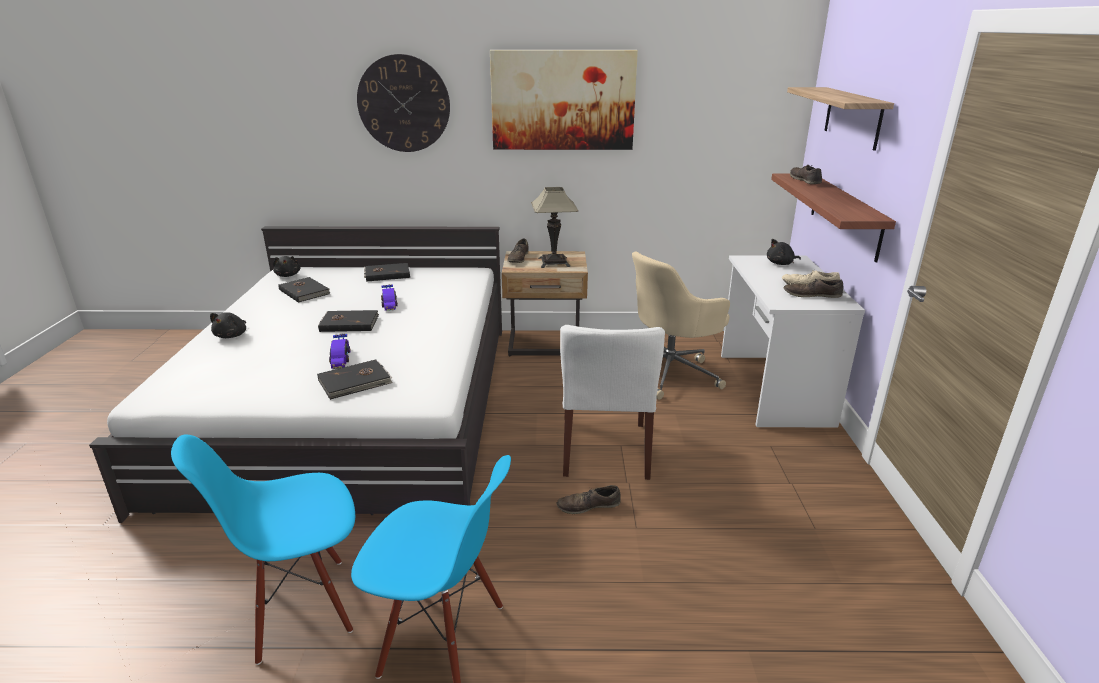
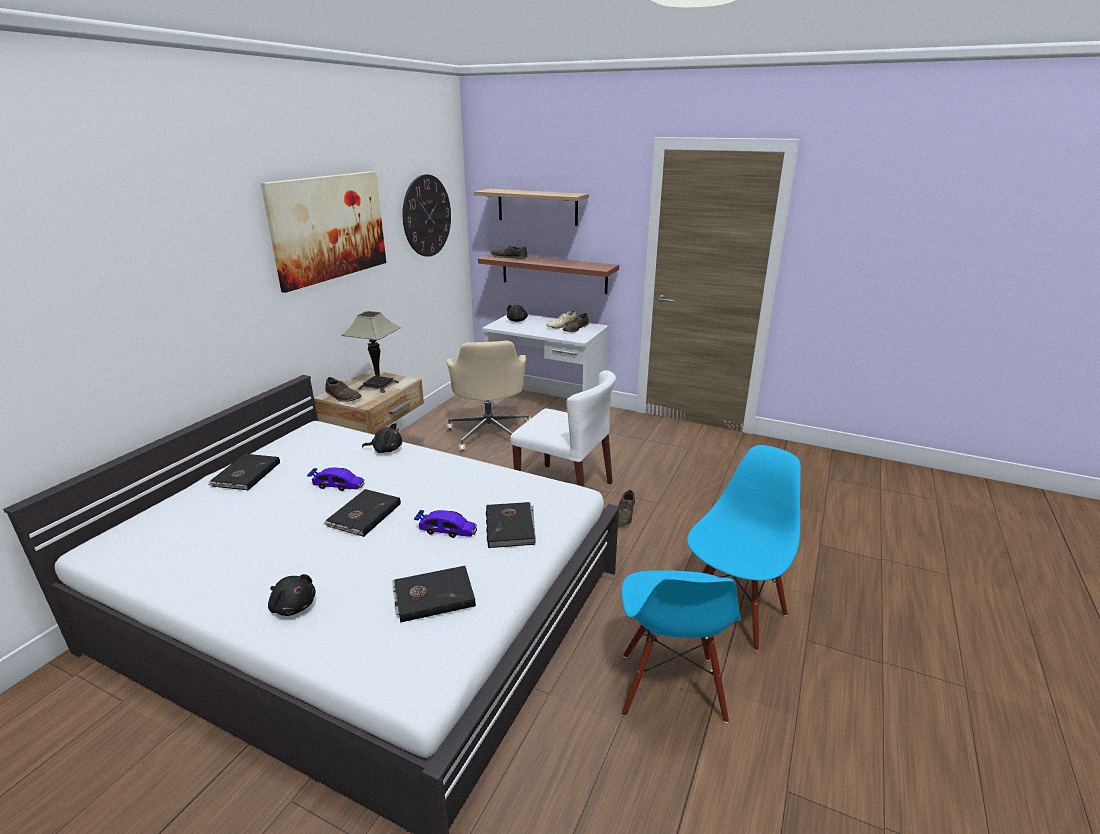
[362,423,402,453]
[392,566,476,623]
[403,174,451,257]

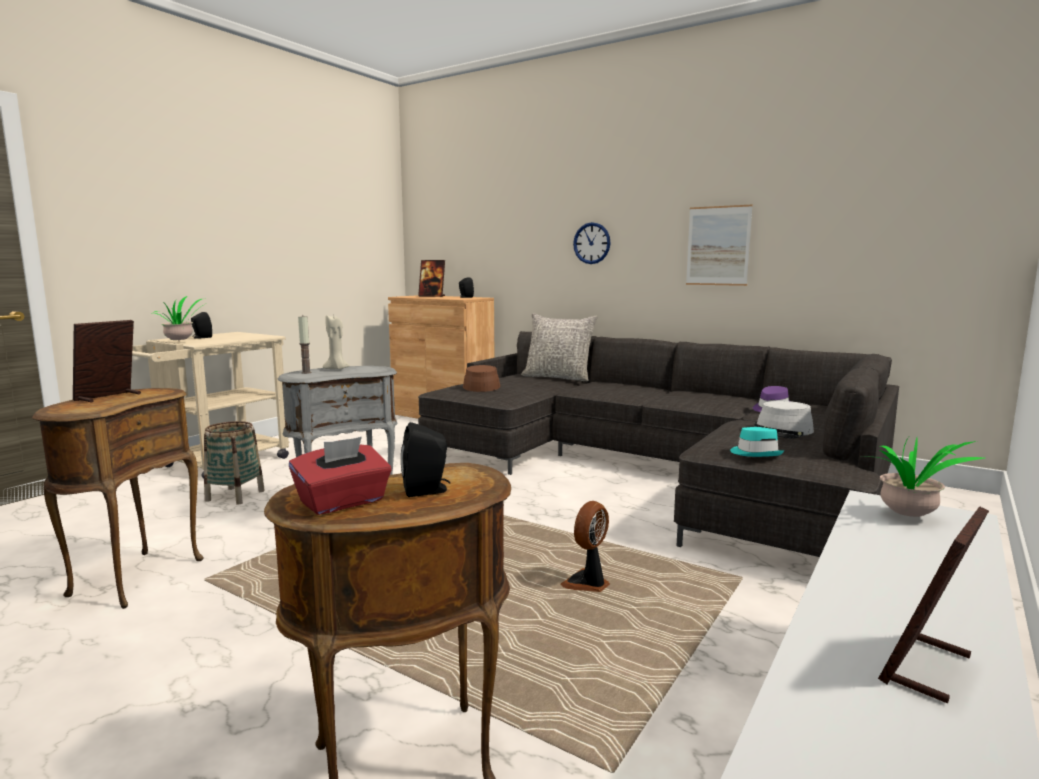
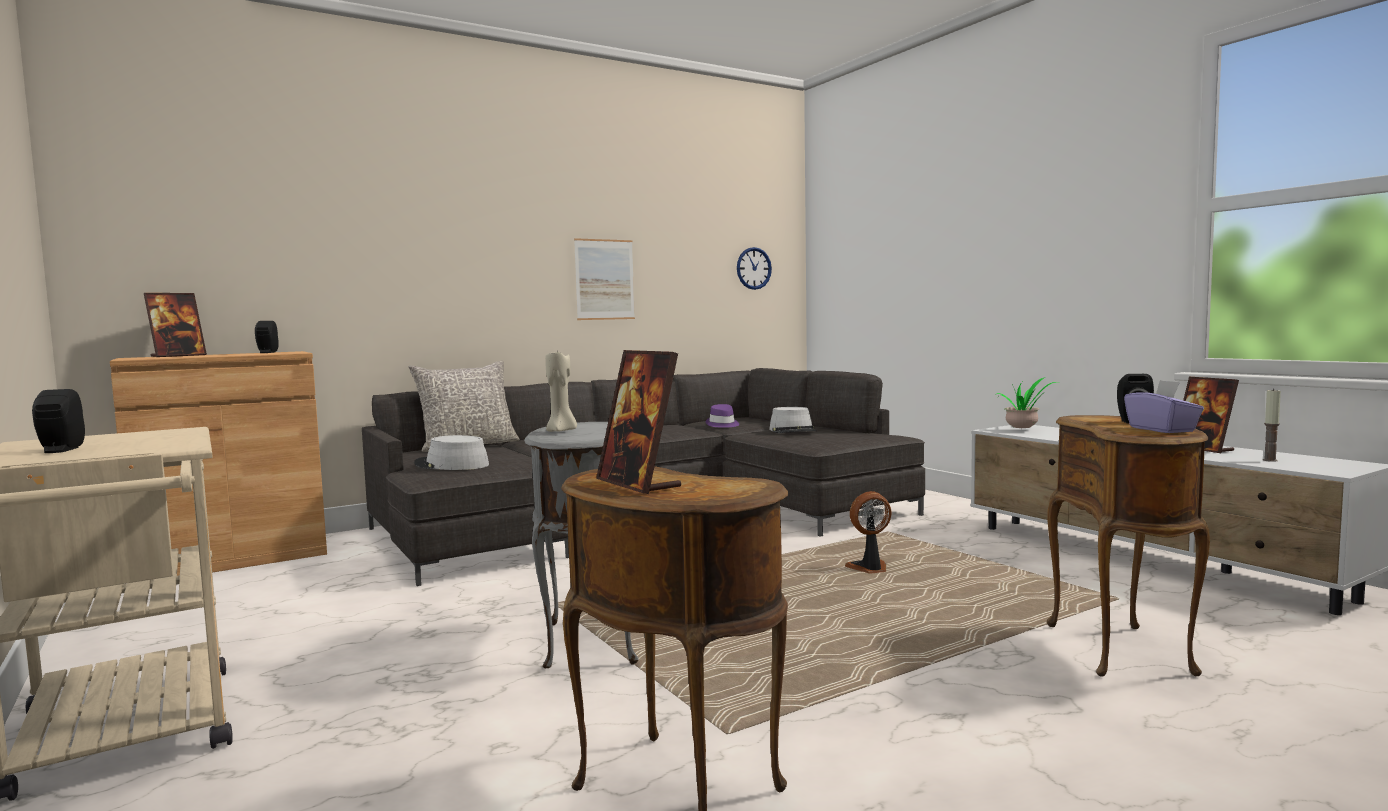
[151,296,205,340] (first image)
[204,421,265,505] (first image)
[730,427,784,457] (first image)
[1263,388,1281,462]
[737,247,772,290]
[1124,380,1204,433]
[414,435,489,470]
[845,491,891,574]

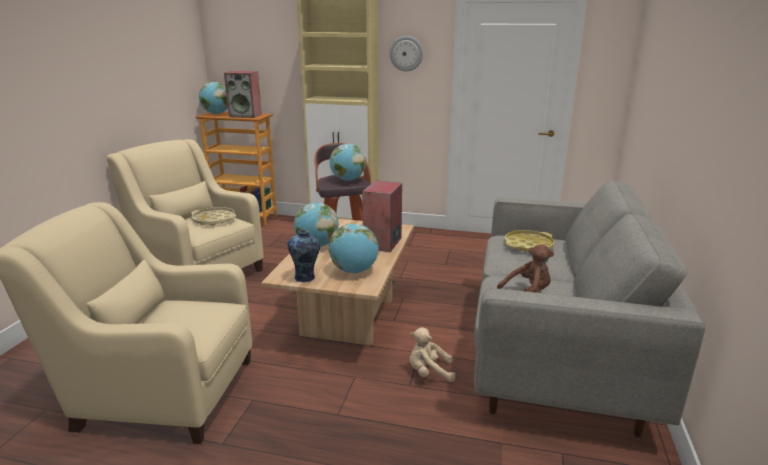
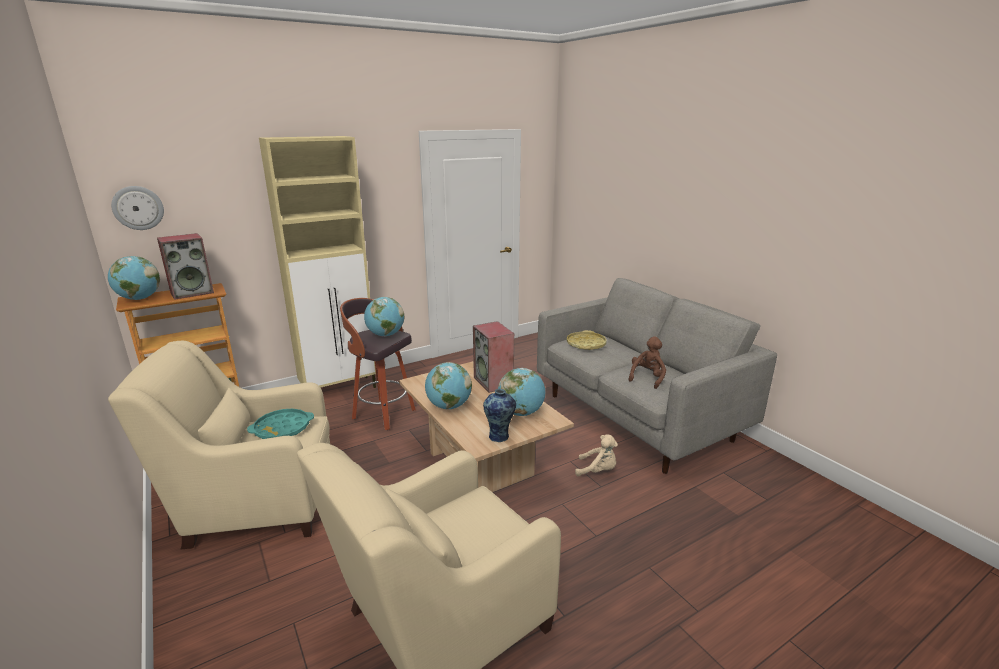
[111,186,164,230]
[247,409,314,439]
[575,434,618,476]

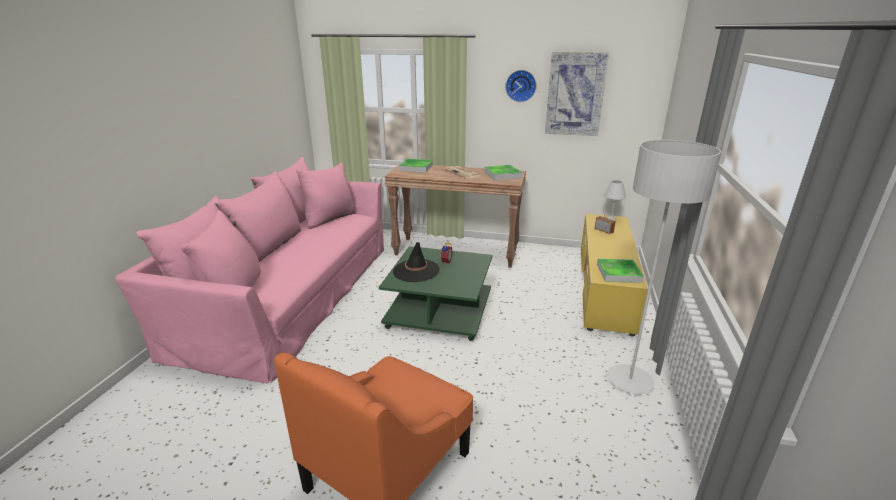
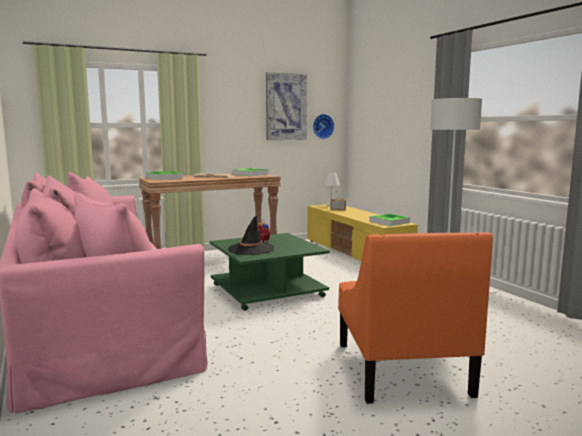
[313,114,334,139]

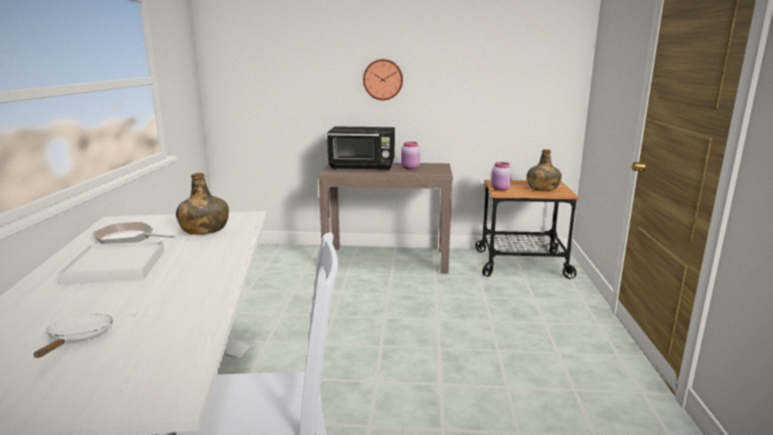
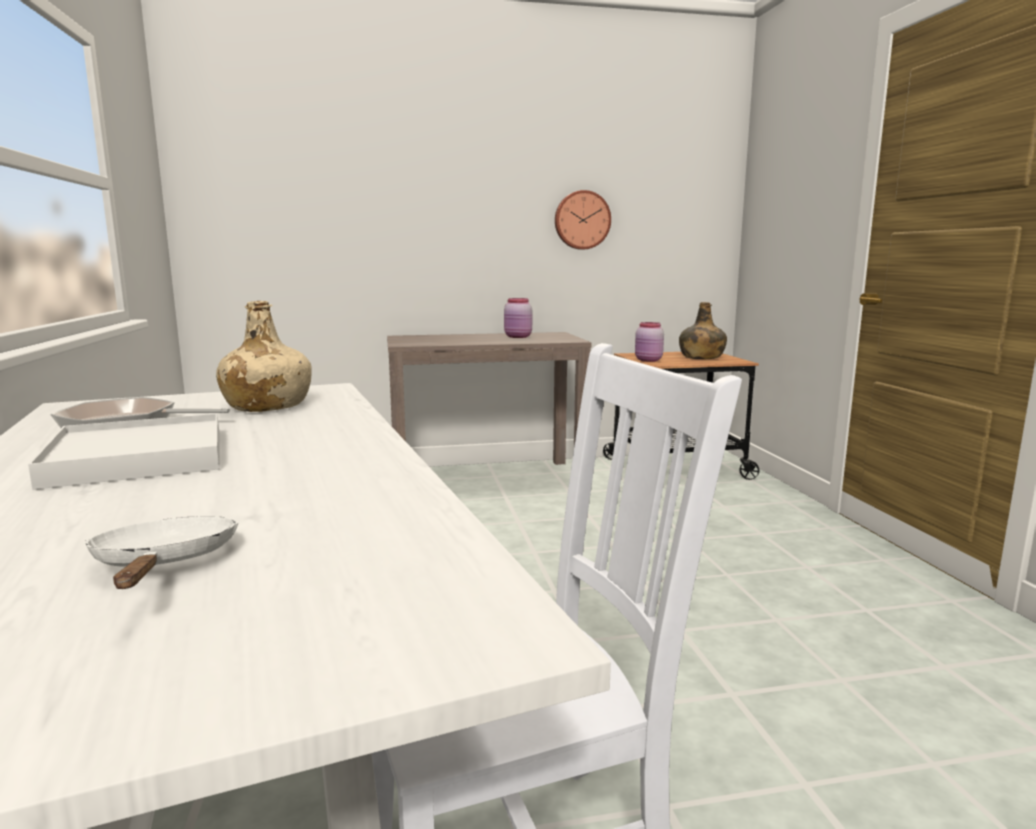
[327,127,395,171] (first image)
[555,190,611,250]
[216,301,312,412]

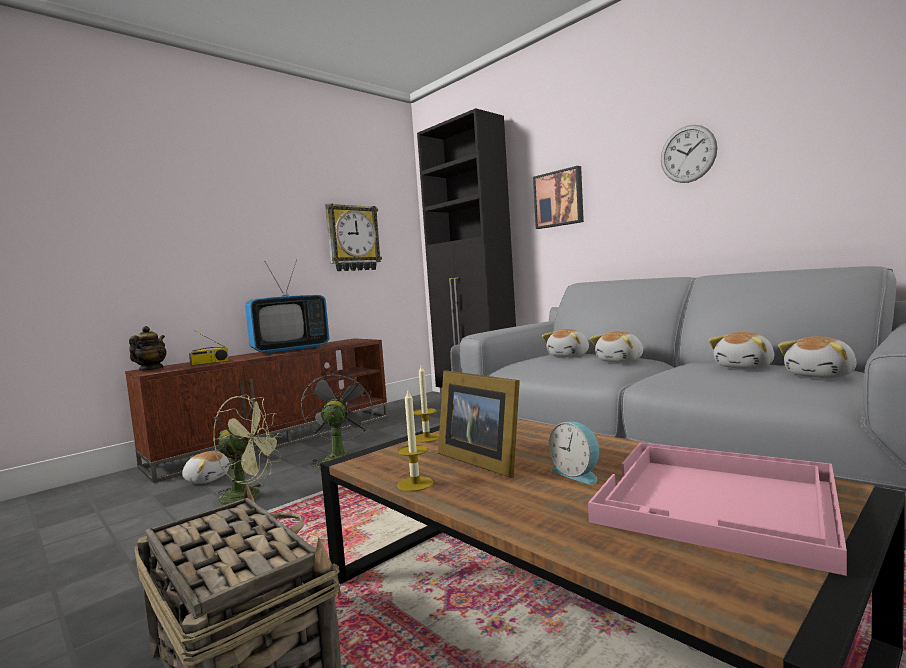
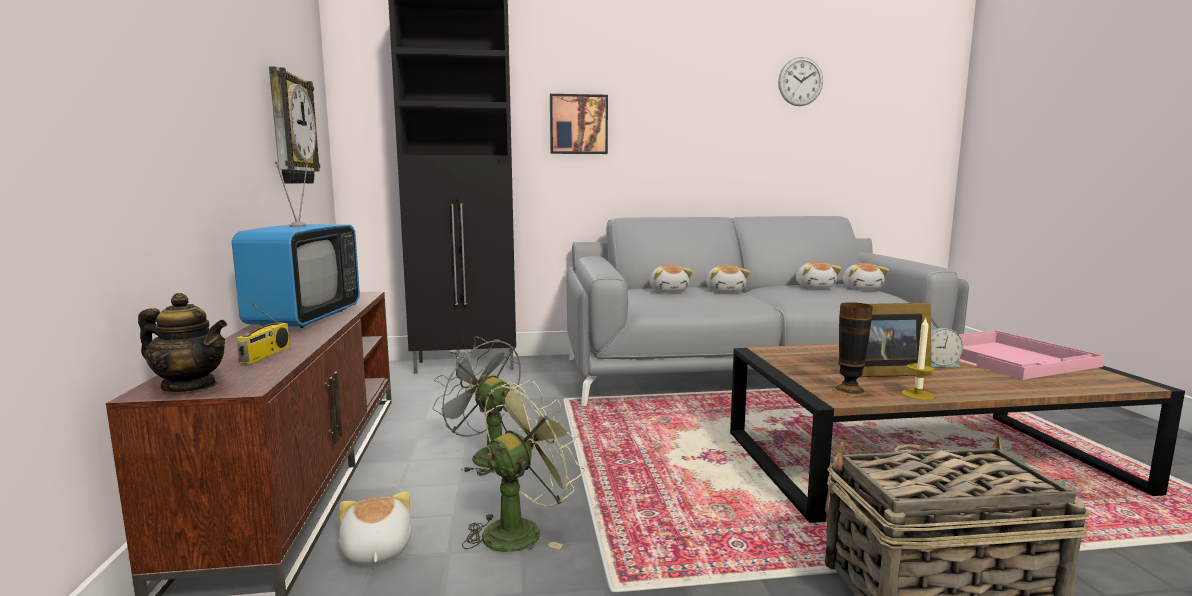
[414,365,439,442] (first image)
[832,302,873,396]
[778,57,823,106]
[138,293,227,392]
[339,492,412,564]

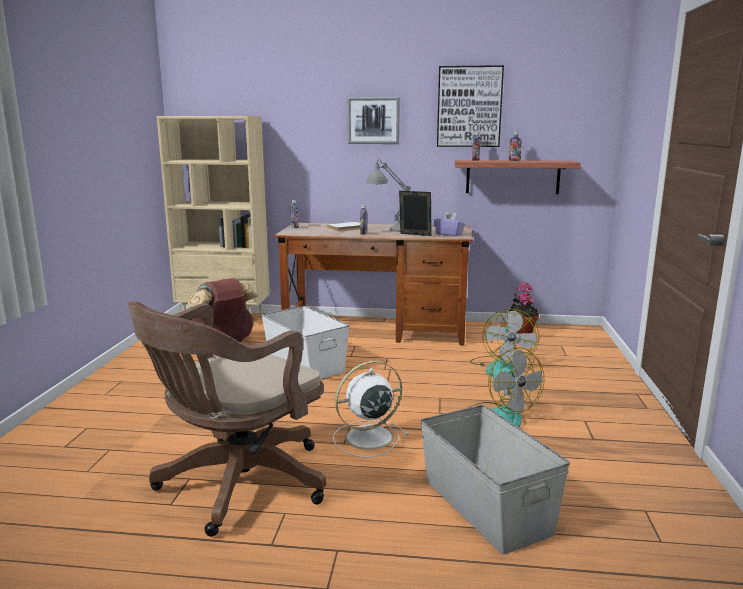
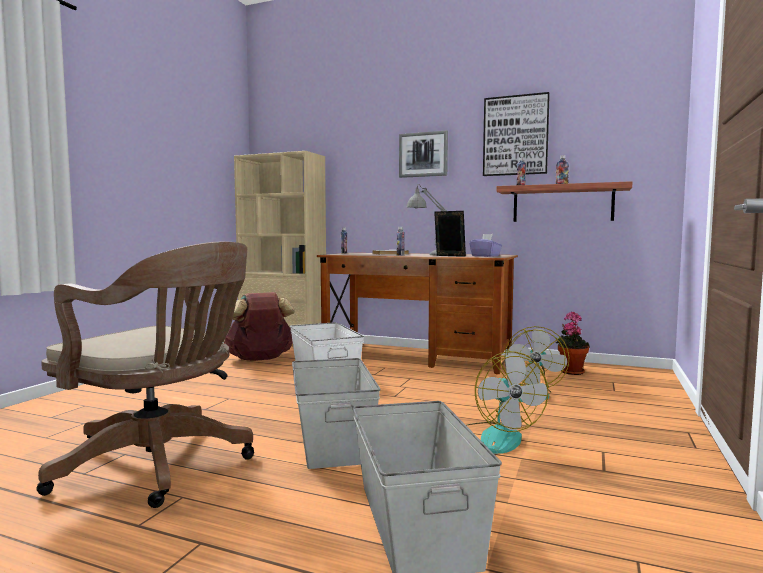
[292,358,381,469]
[37,241,254,508]

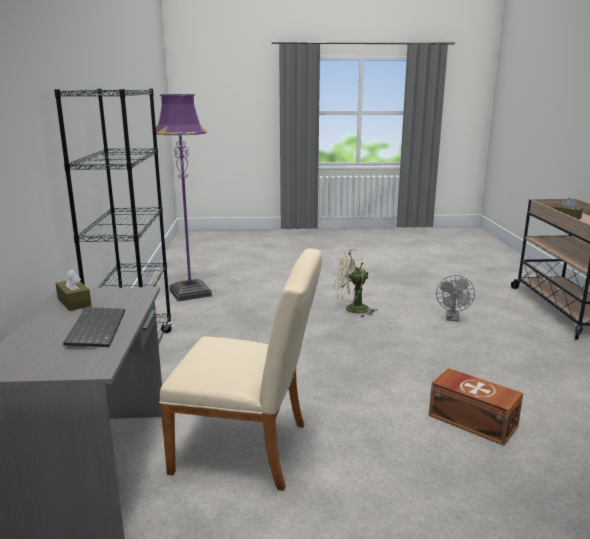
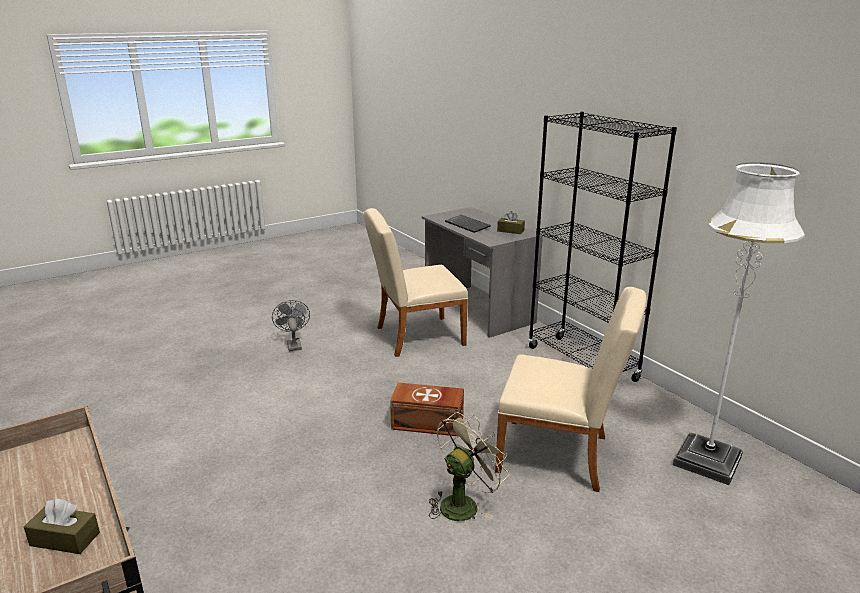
[495,287,646,492]
[390,383,464,437]
[272,300,310,351]
[673,163,805,485]

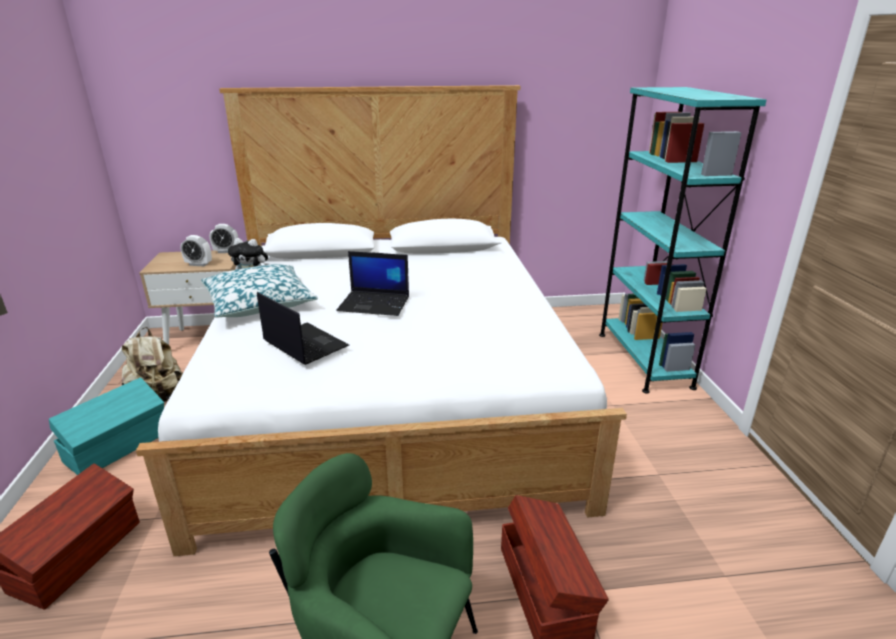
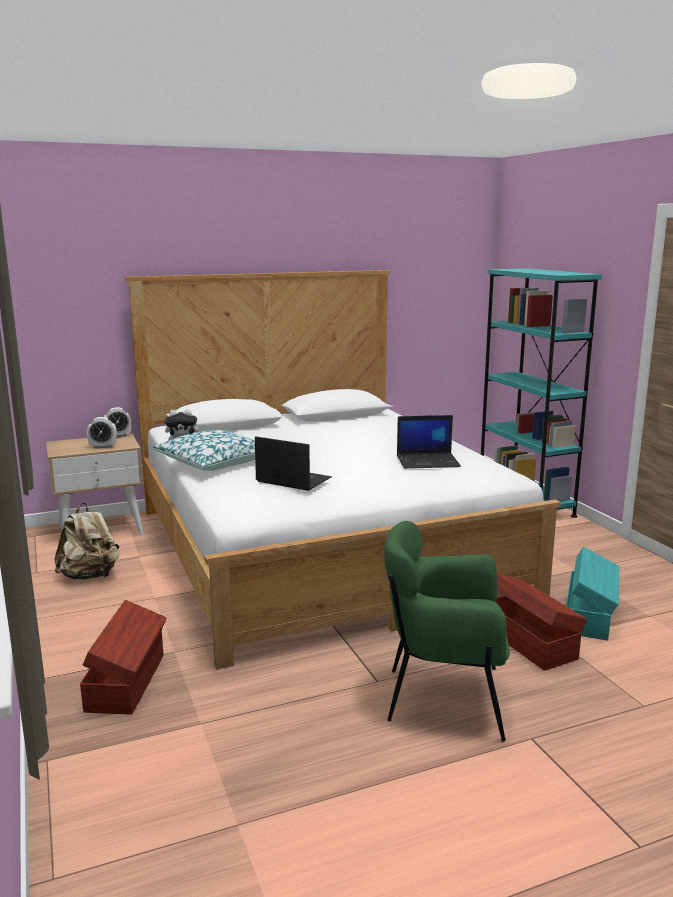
[566,547,619,641]
[397,415,461,469]

